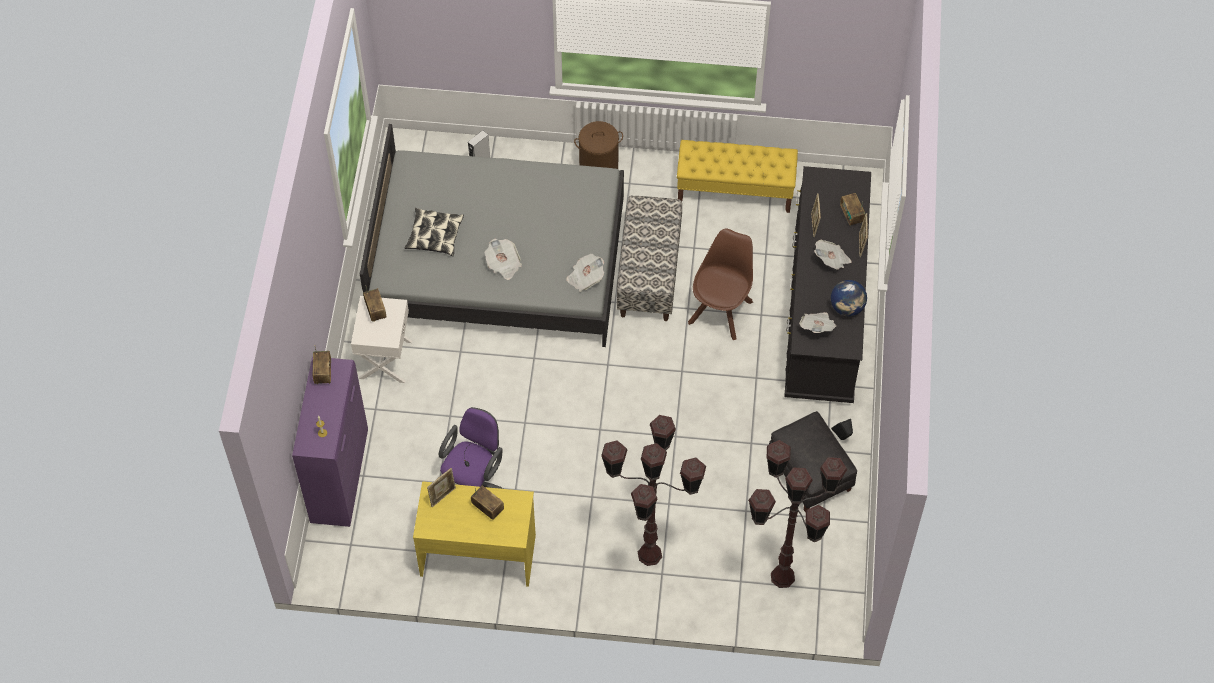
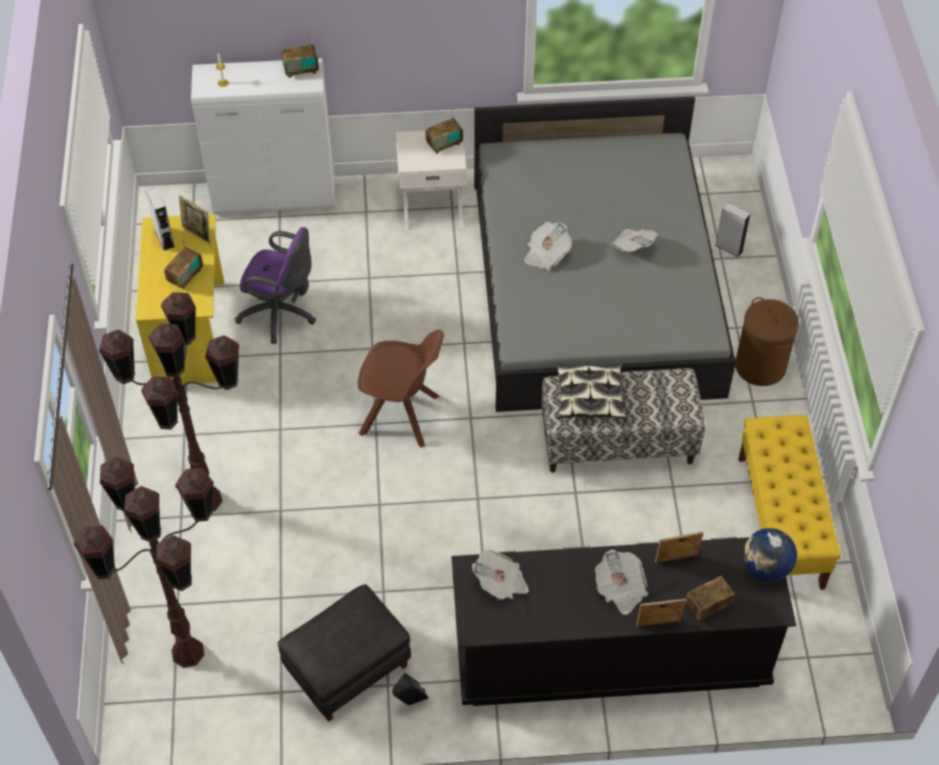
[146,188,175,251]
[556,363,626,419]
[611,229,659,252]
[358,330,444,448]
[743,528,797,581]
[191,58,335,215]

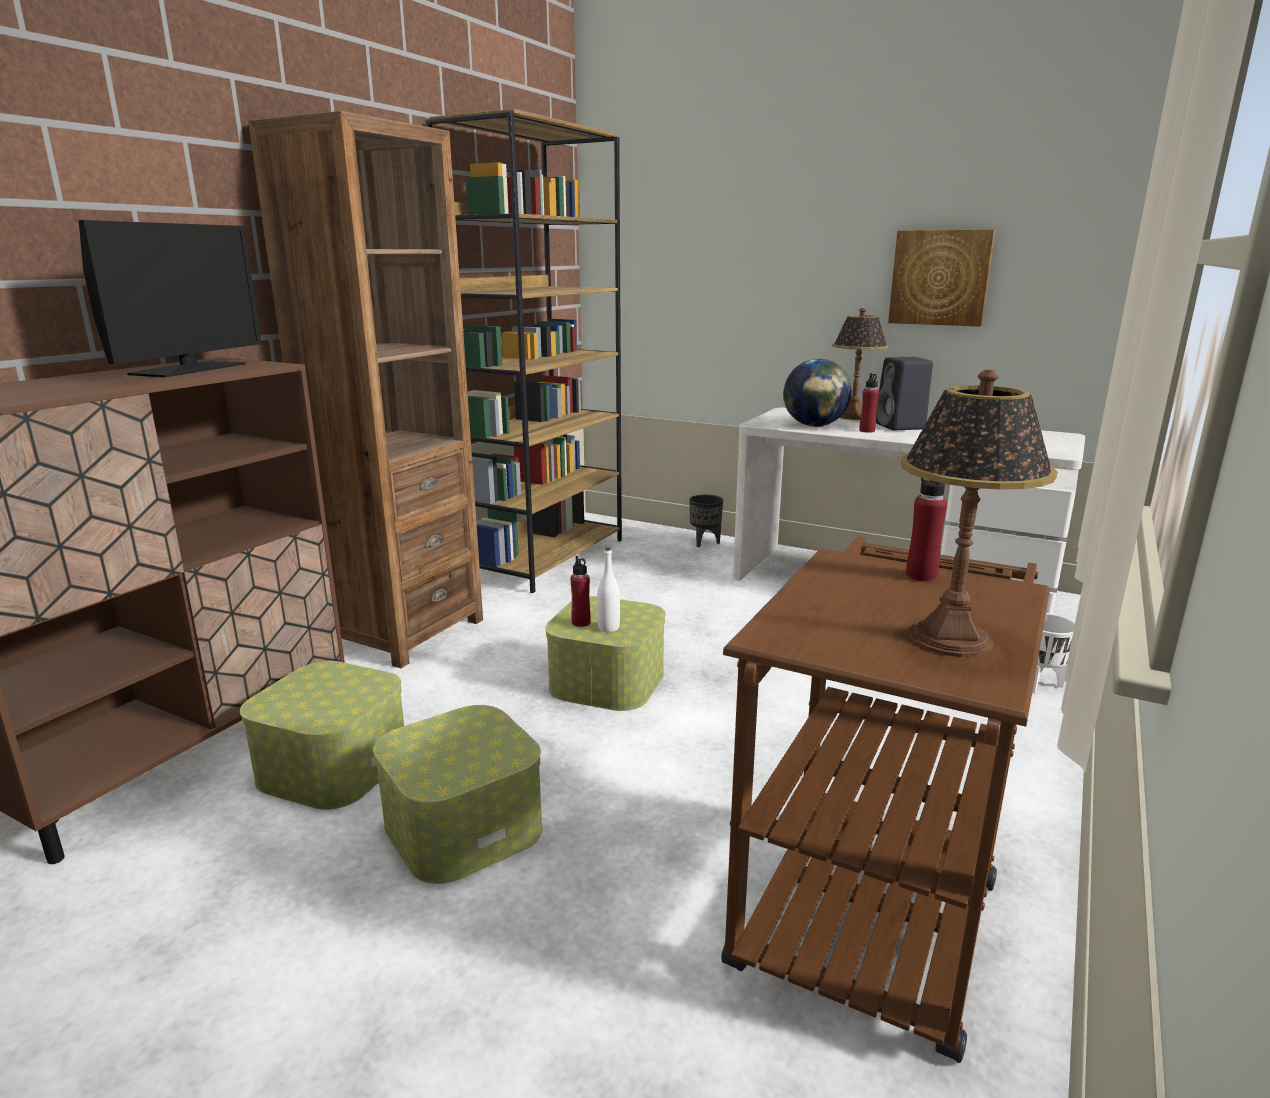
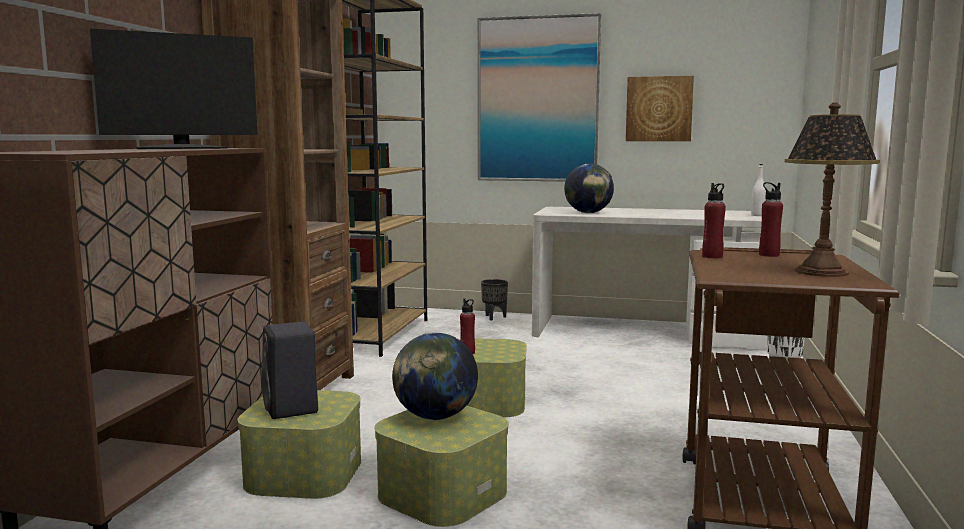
[832,308,889,420] (first image)
[392,333,478,420]
[478,13,601,181]
[751,164,766,216]
[702,183,726,259]
[261,322,318,419]
[90,29,258,149]

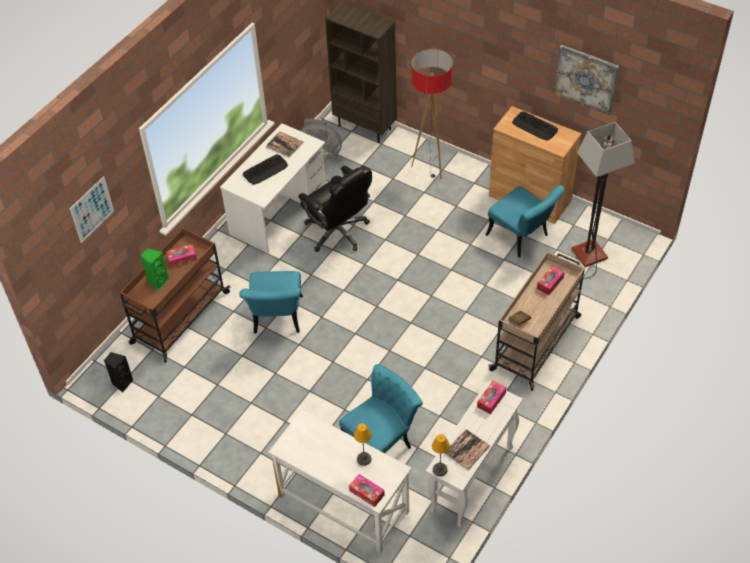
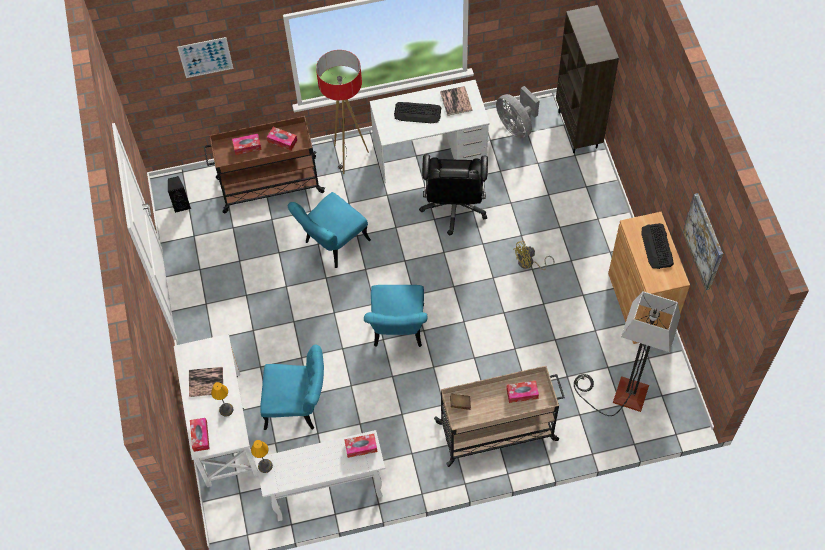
[513,241,554,270]
[316,50,369,174]
[189,367,223,397]
[364,285,428,347]
[232,134,262,155]

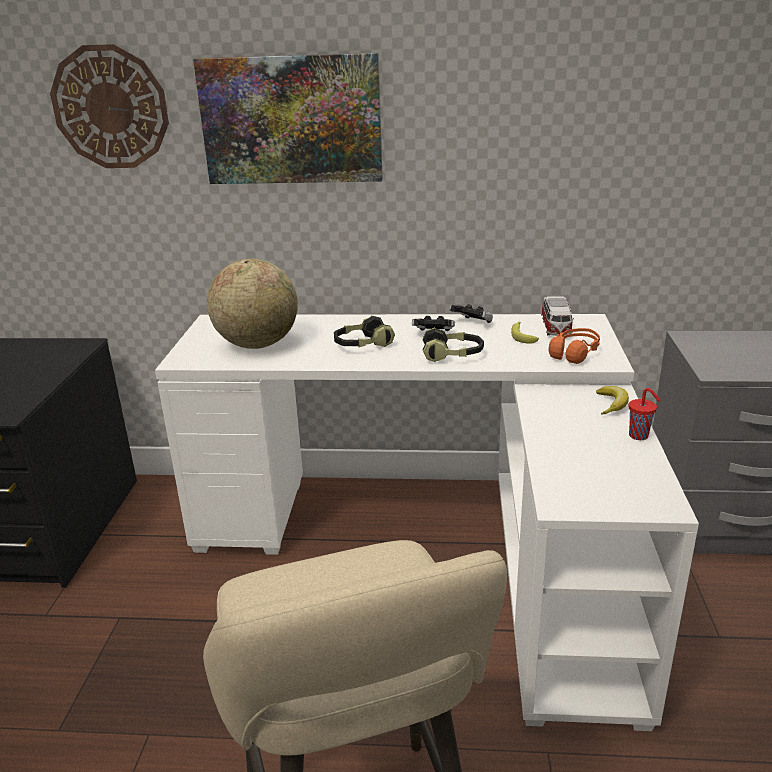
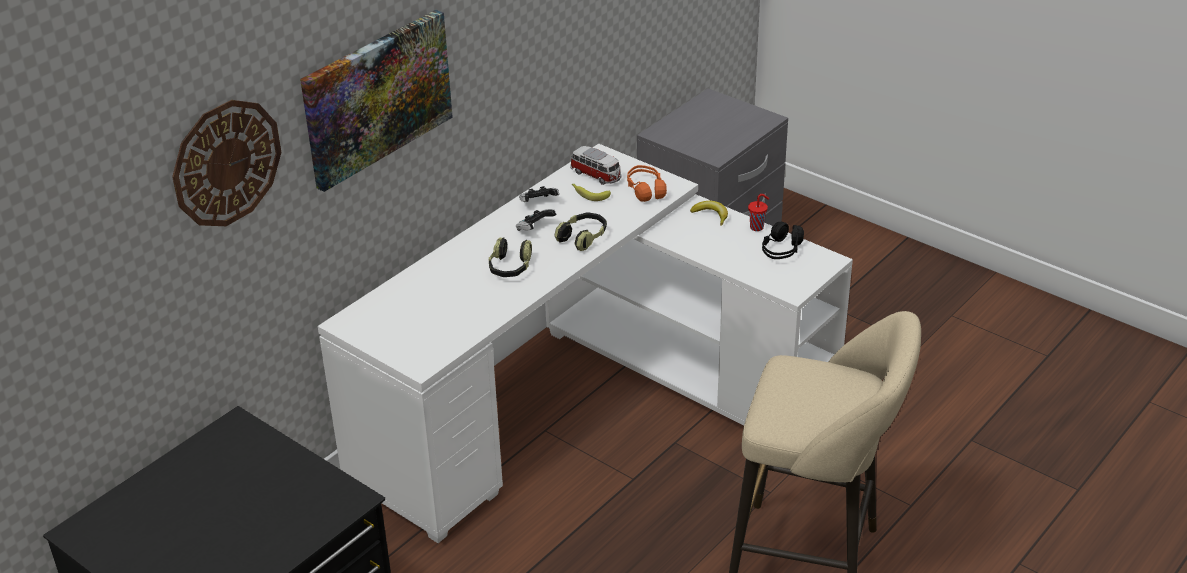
[207,259,298,349] (first image)
[762,222,804,259]

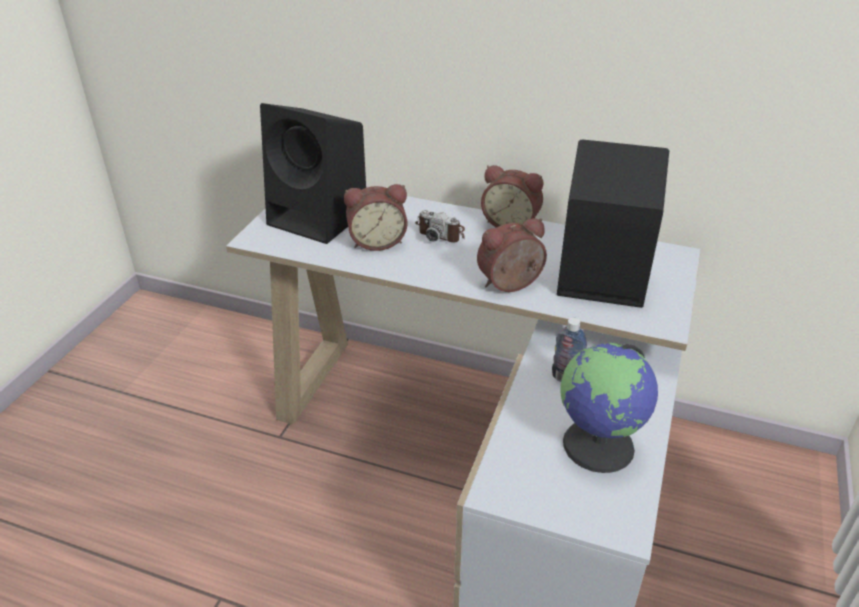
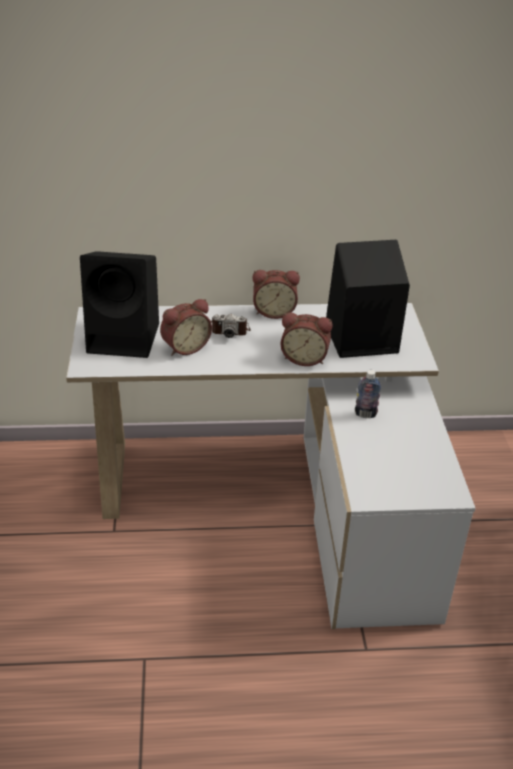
[560,343,658,473] (first image)
[281,312,332,366]

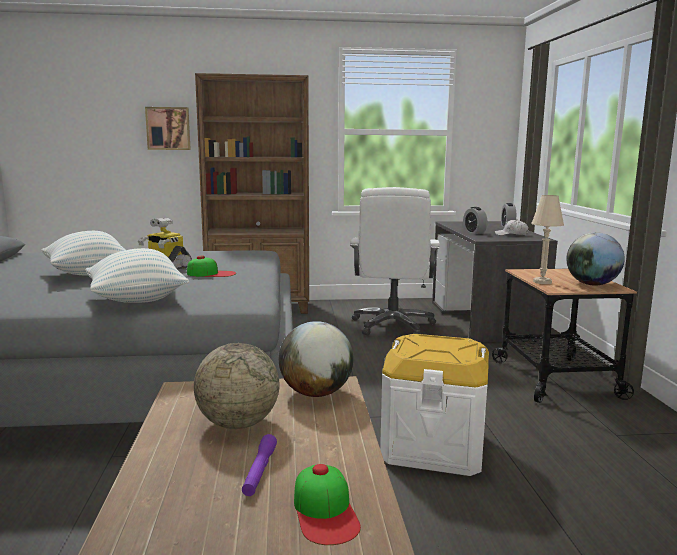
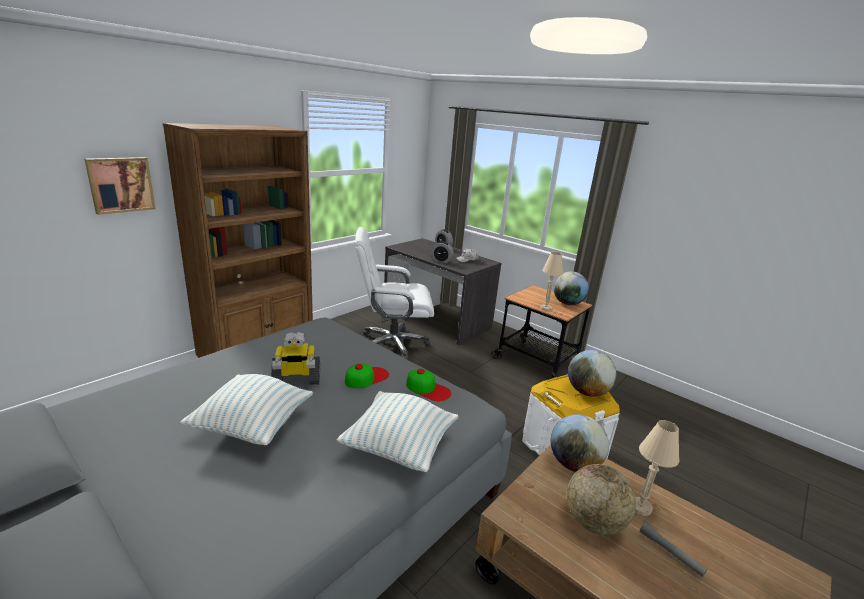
[568,350,617,397]
[635,420,679,516]
[406,369,451,401]
[640,522,707,577]
[355,227,434,360]

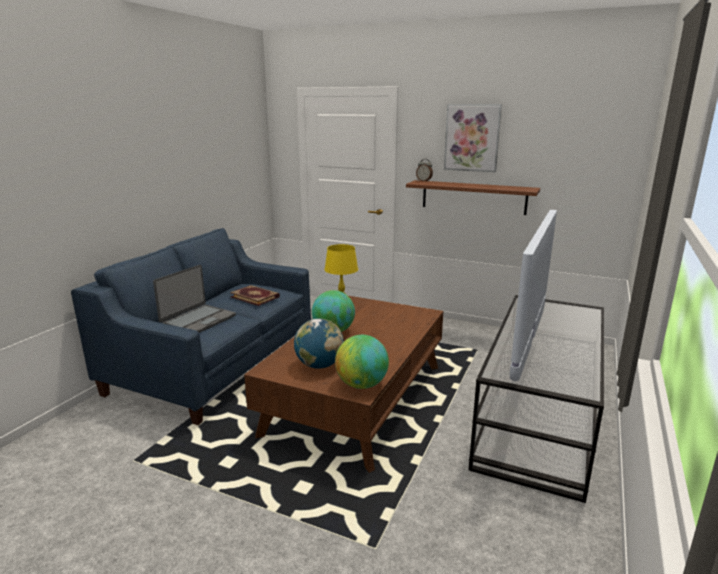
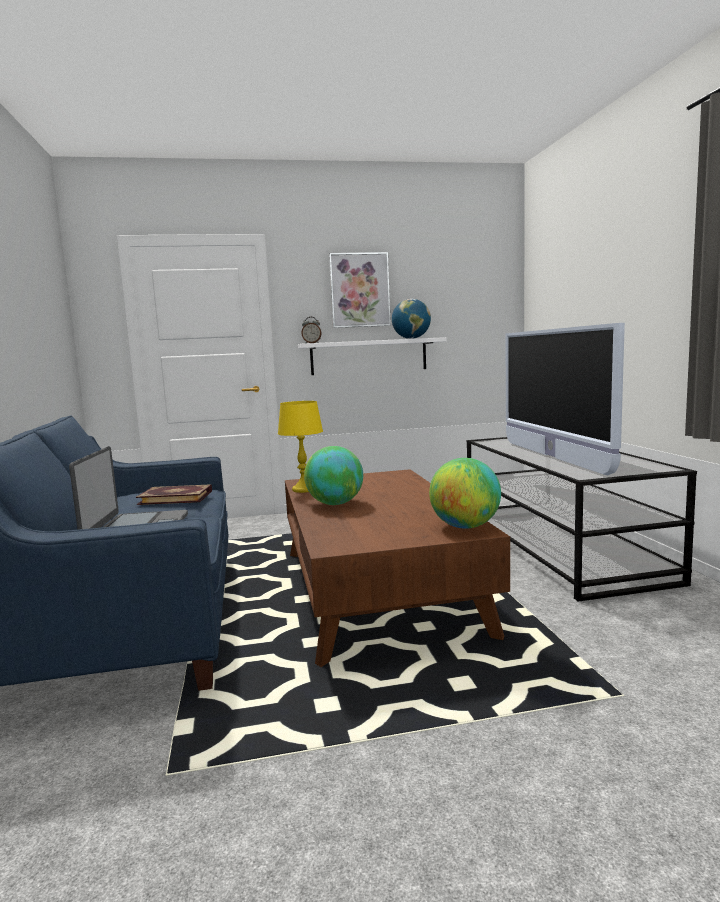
[392,299,431,339]
[298,337,447,375]

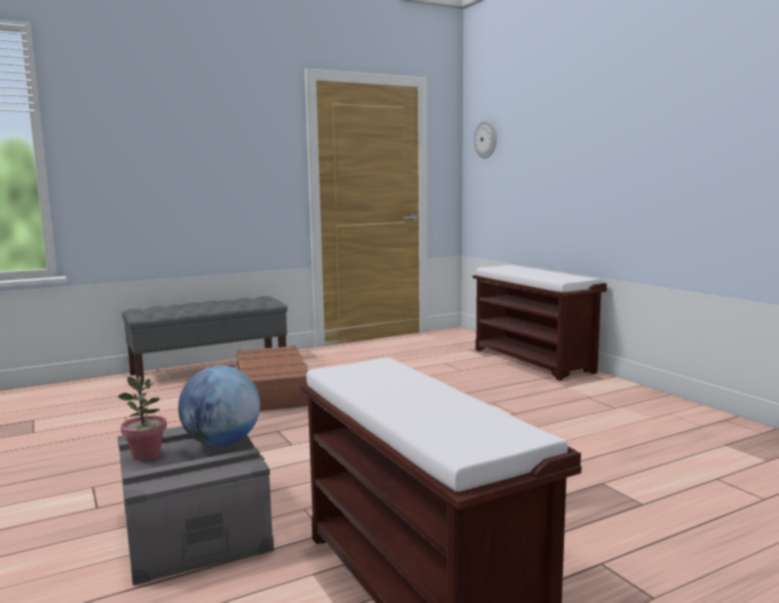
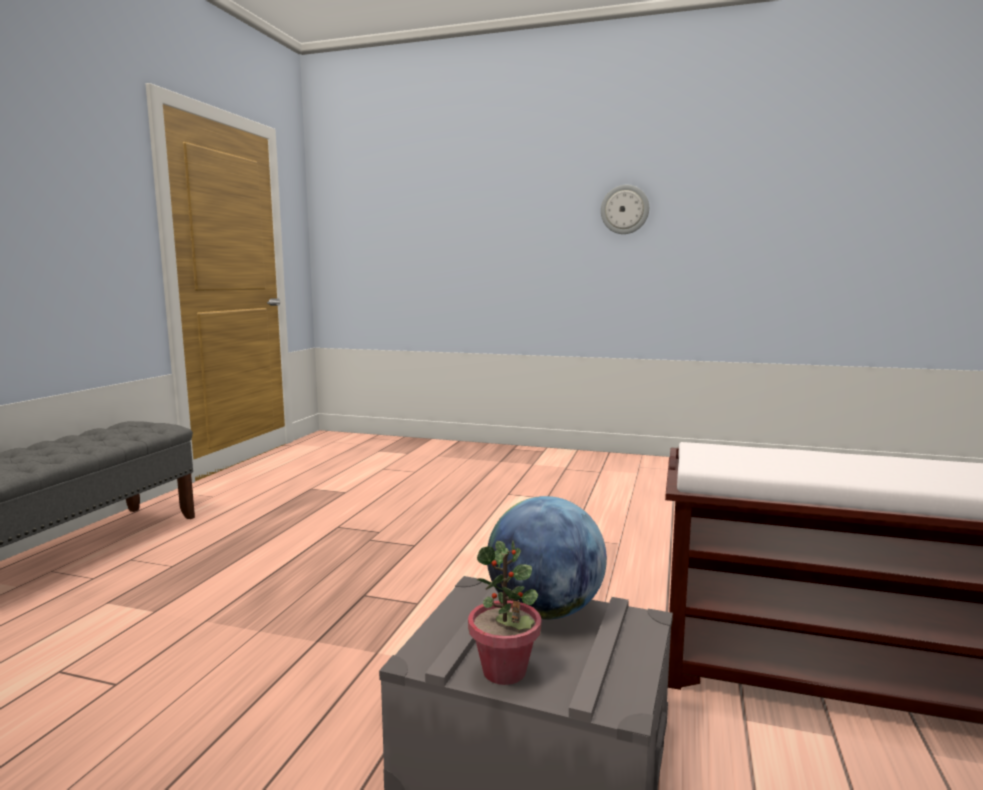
[235,345,309,411] (first image)
[473,265,607,381] (first image)
[601,185,649,234]

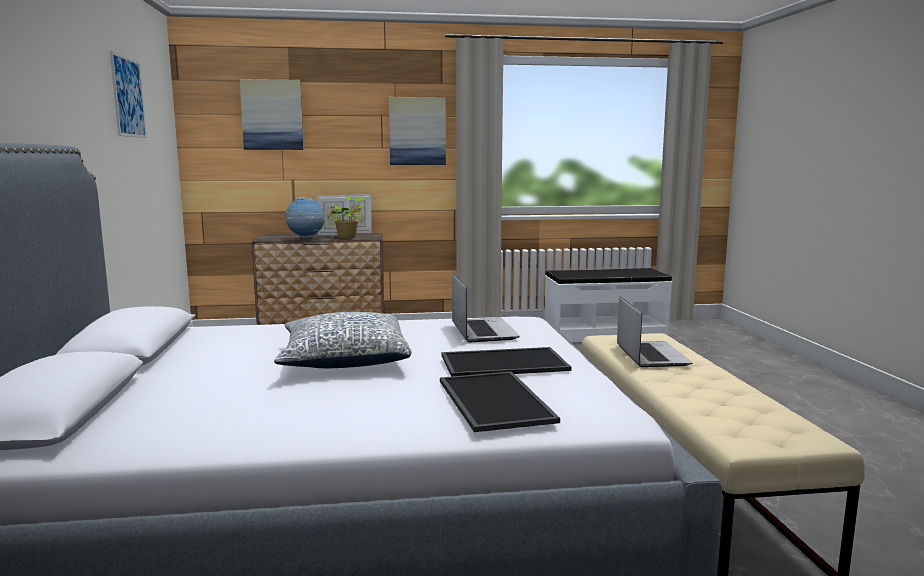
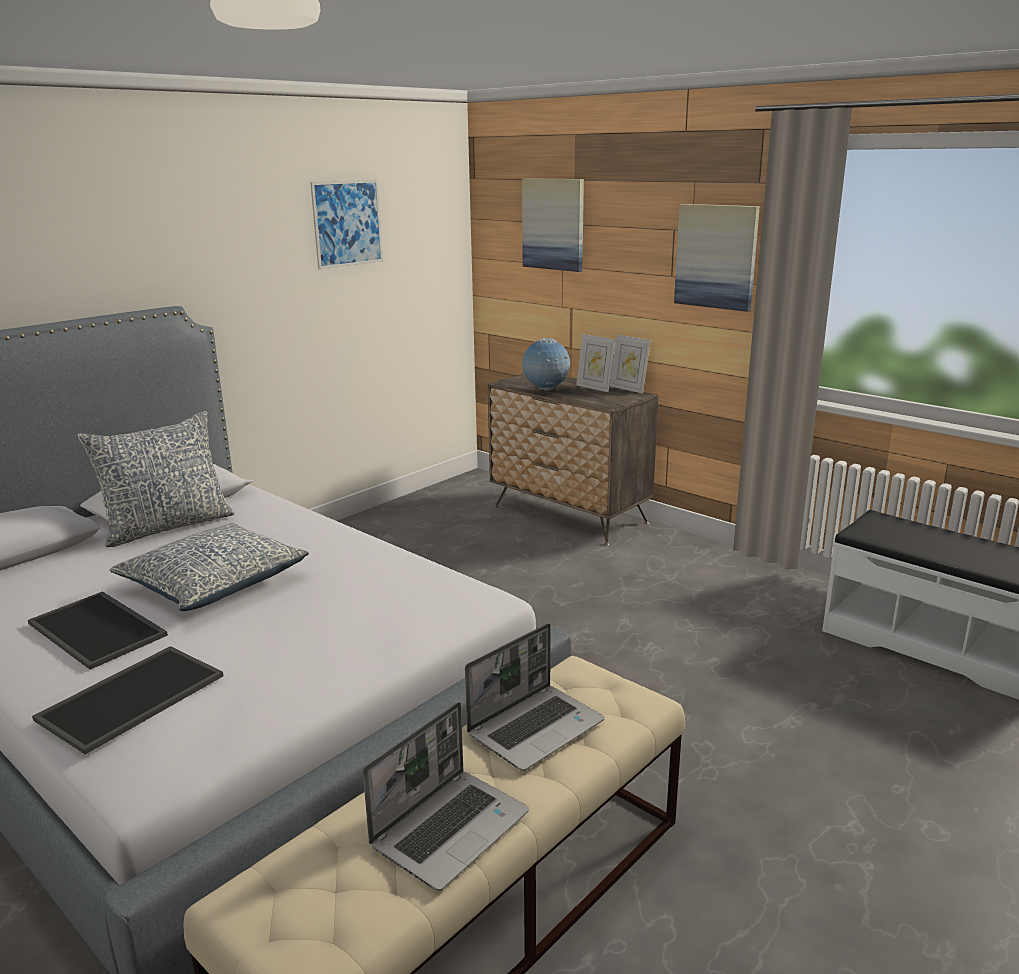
[330,196,365,239] (first image)
[77,411,235,547]
[28,591,168,670]
[363,702,529,891]

